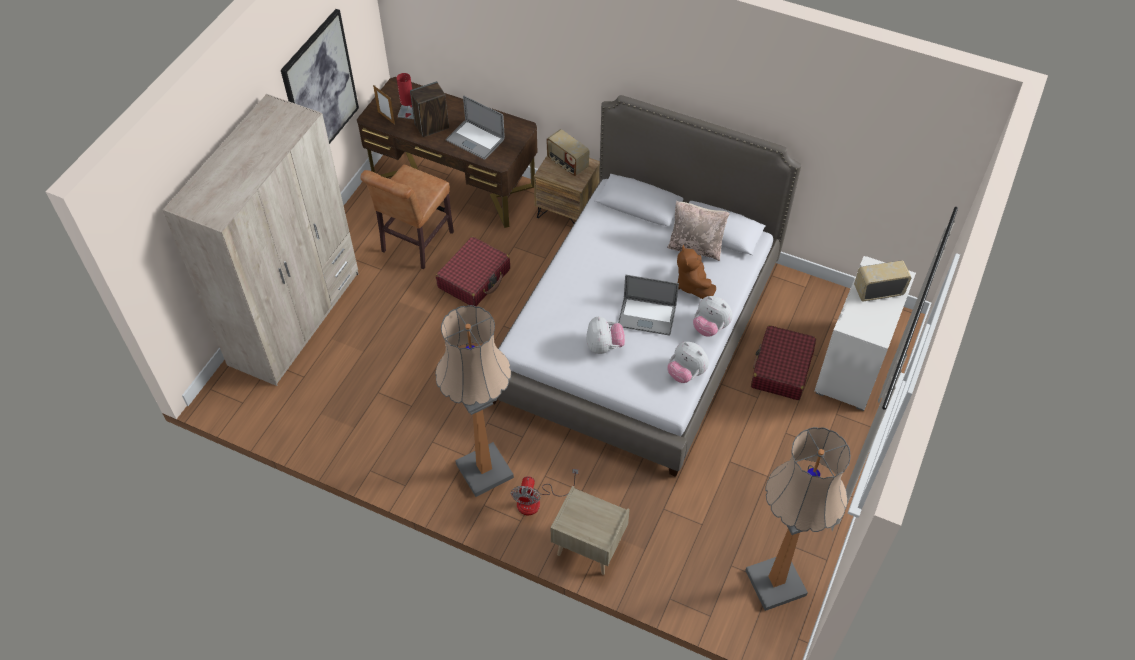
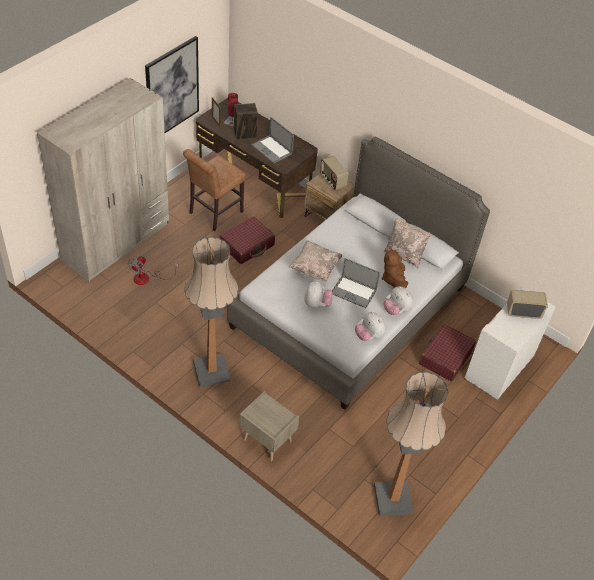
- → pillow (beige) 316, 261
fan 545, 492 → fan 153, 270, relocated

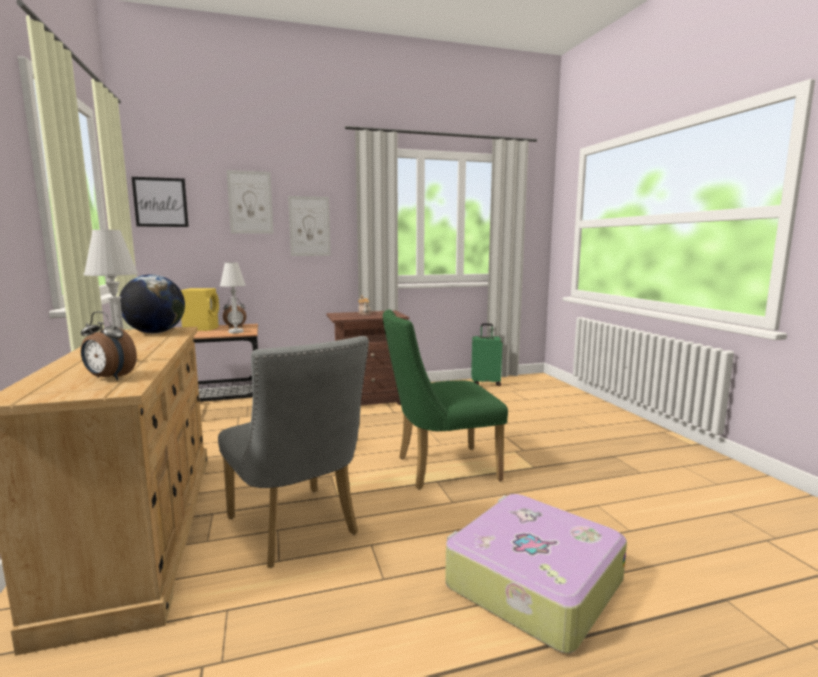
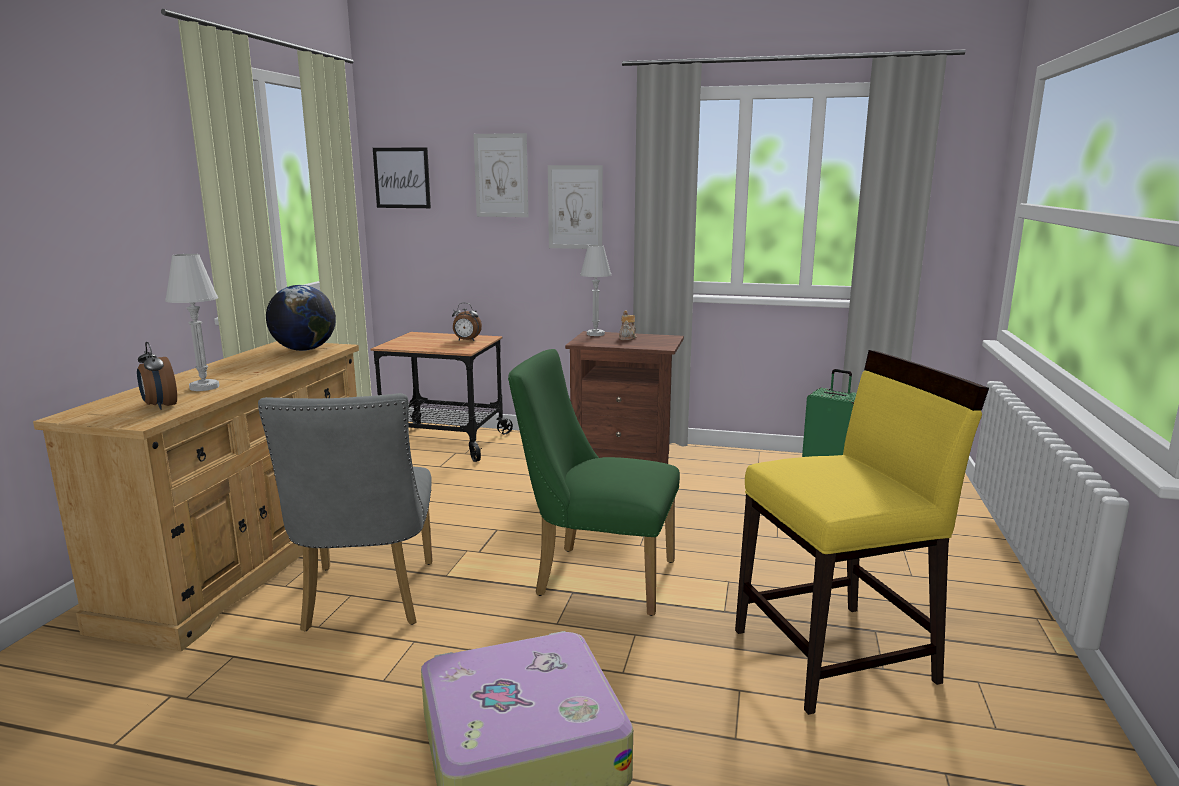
speaker (yellow) 200, 309 → -
- → chair (yellow) 862, 532
table lamp (white) 233, 297 → table lamp (white) 595, 290, relocated

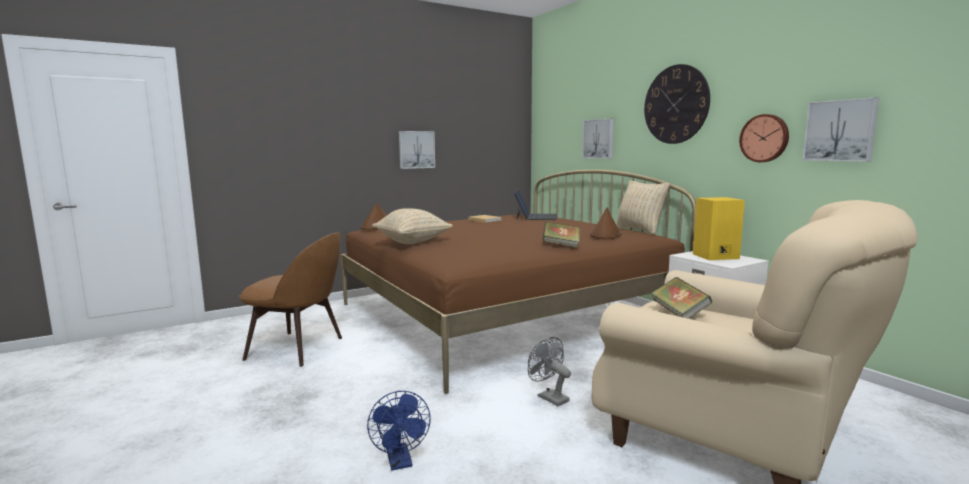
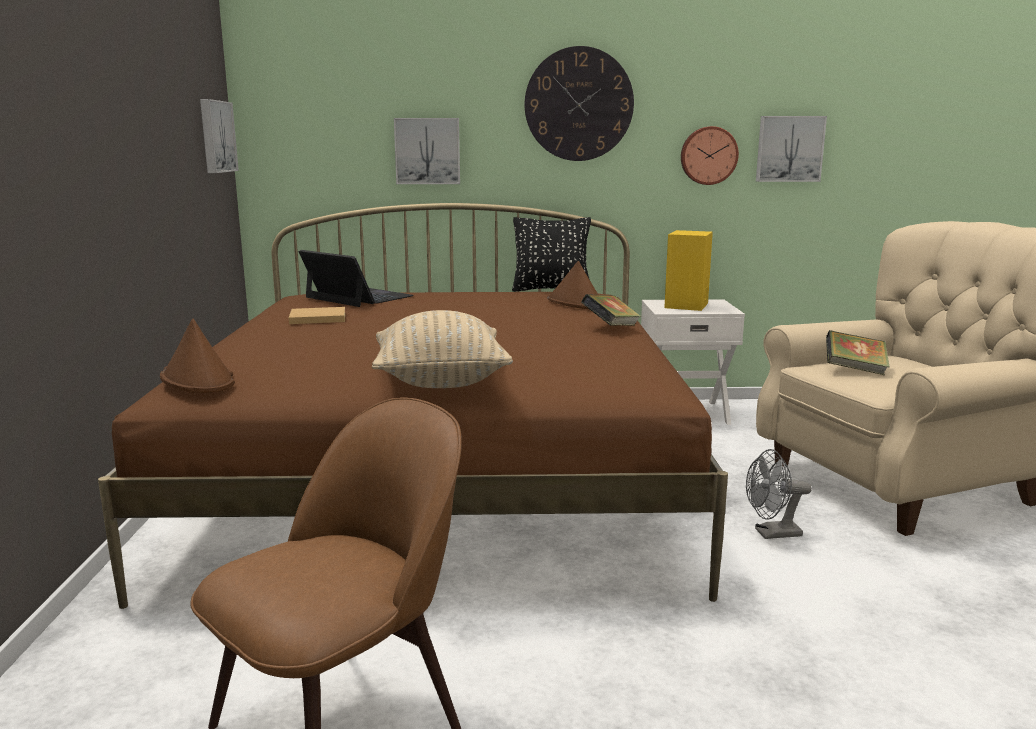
fan (blue) 399, 431 → -
picture 417, 150 → picture 219, 136, relocated
pillow (beige) 643, 207 → pillow (black) 551, 254

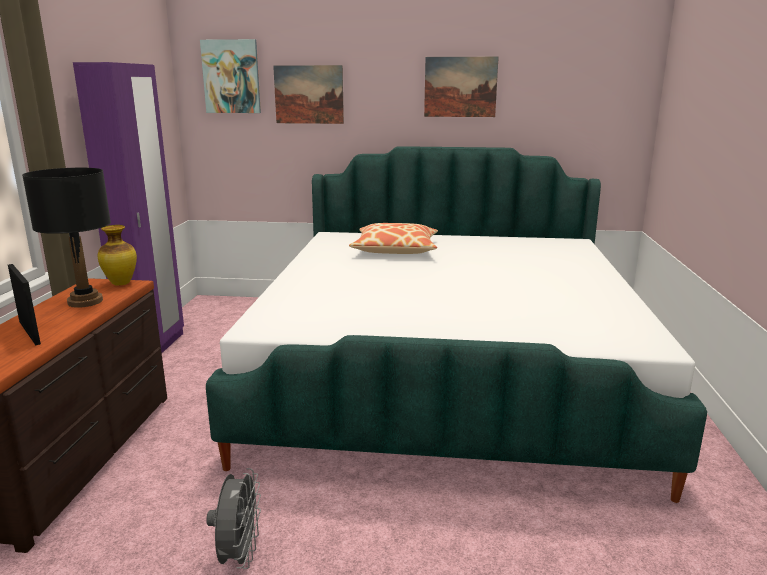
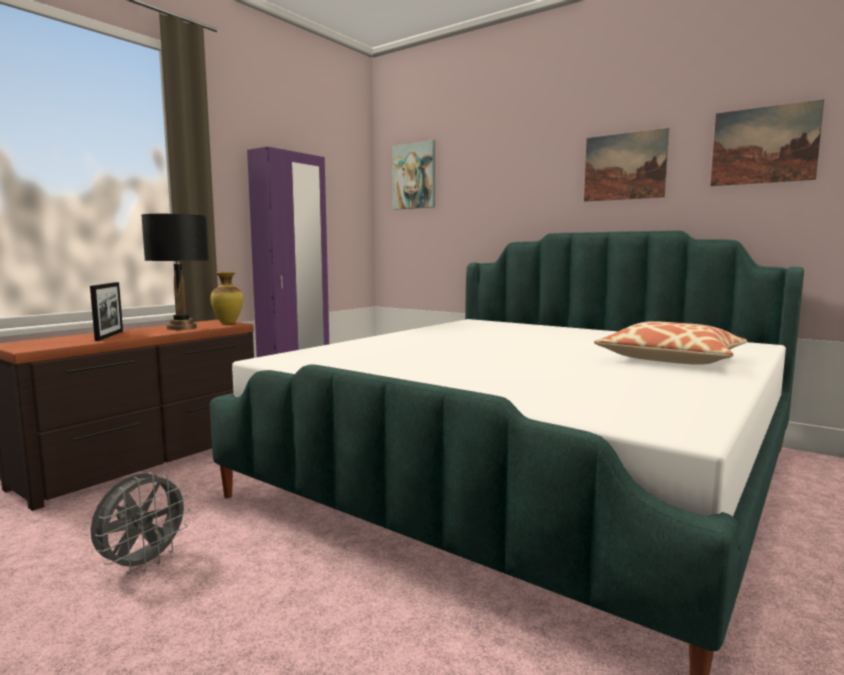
picture 308, 94 → picture 767, 142, relocated
pillow 393, 238 → pillow 670, 343, relocated

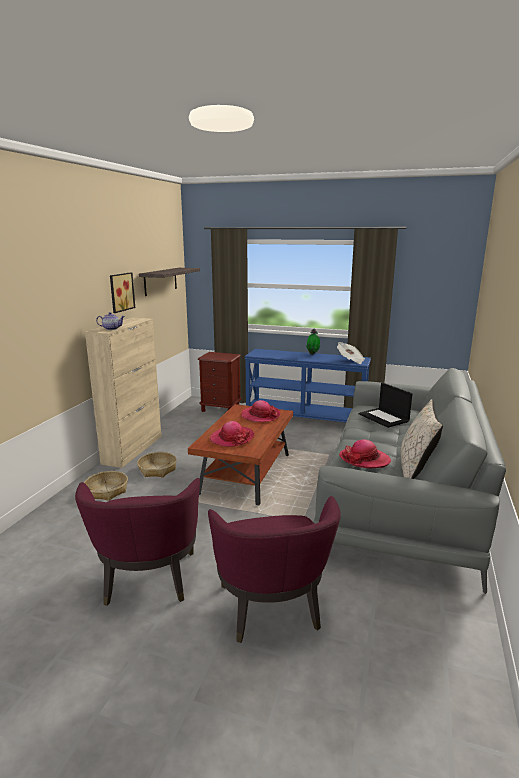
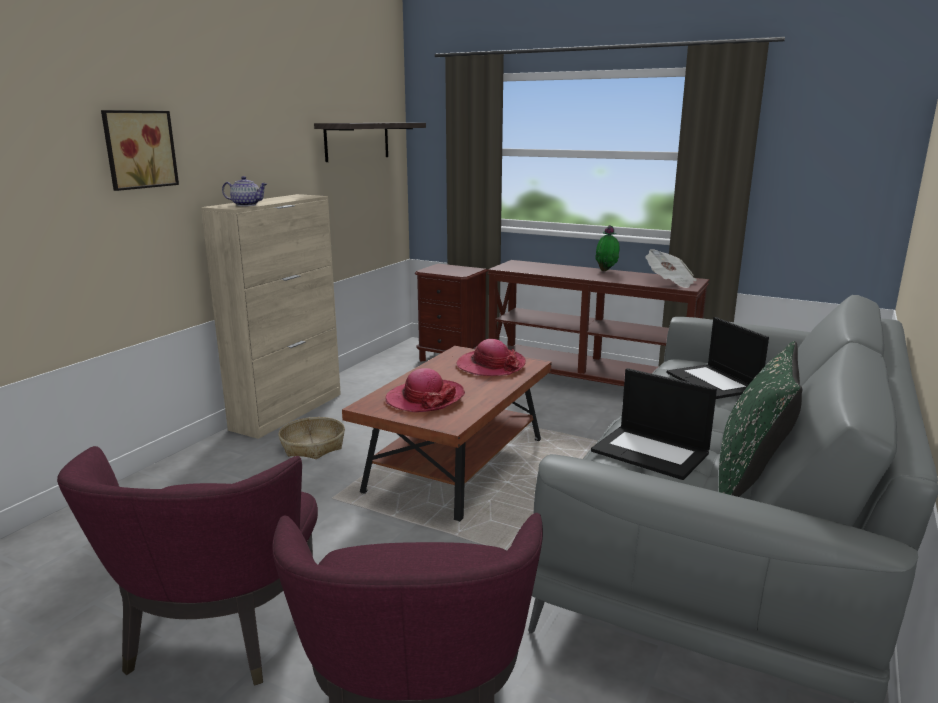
basket 106, 486 → -
picture 122, 292 → picture 140, 150, relocated
hat 365, 454 → laptop 654, 424
console table (blue) 307, 386 → console table (brown) 598, 323
pillow (beige) 422, 439 → pillow (green) 760, 419

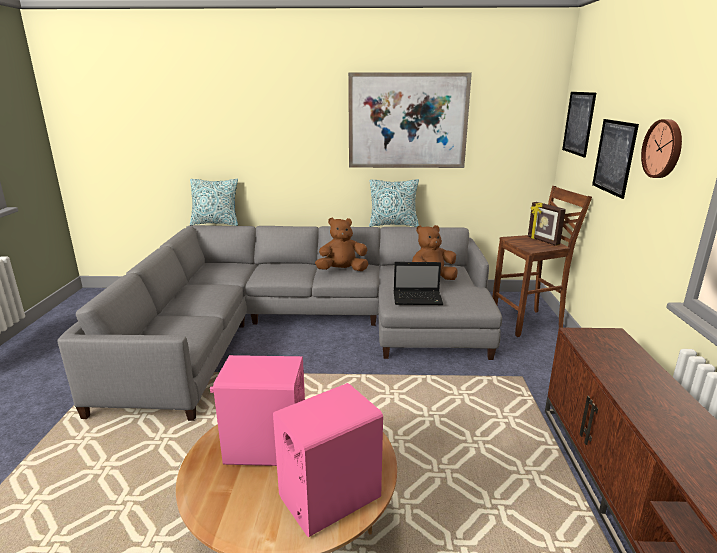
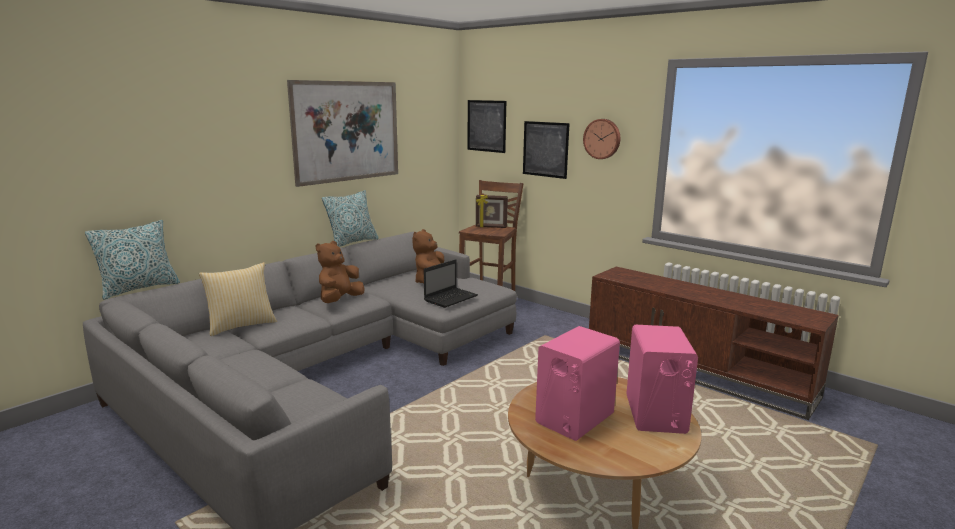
- → pillow 238, 299

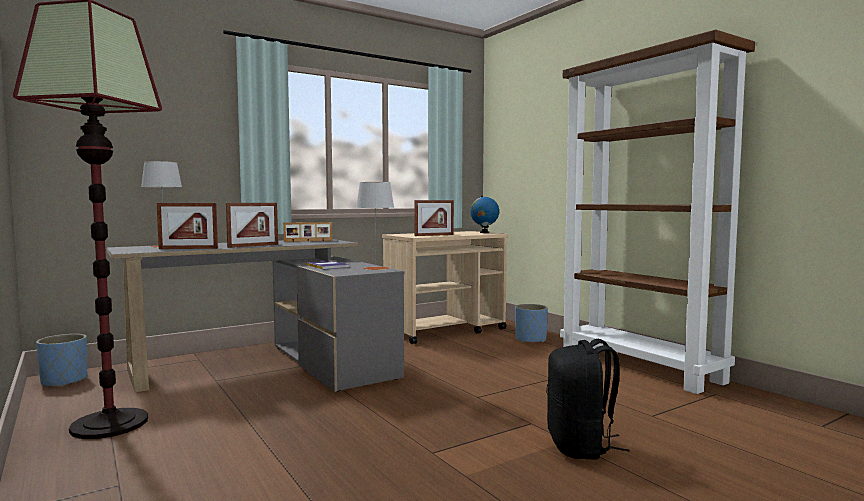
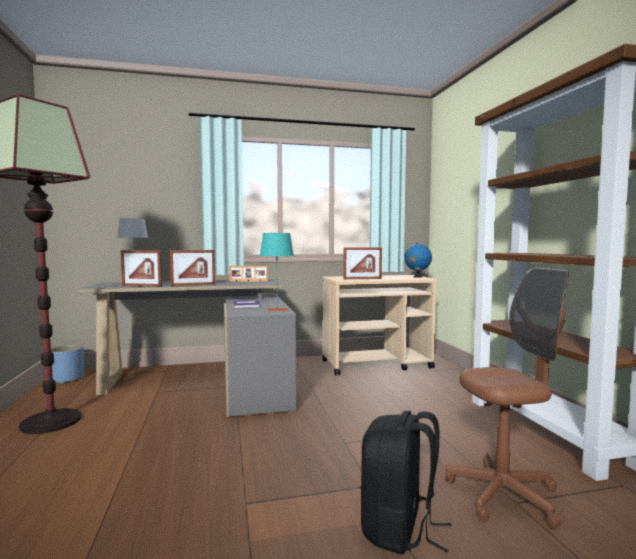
planter (blue) 531, 323 → -
- → office chair (brown) 507, 399
table lamp (grey) 375, 226 → table lamp (turquoise) 277, 272

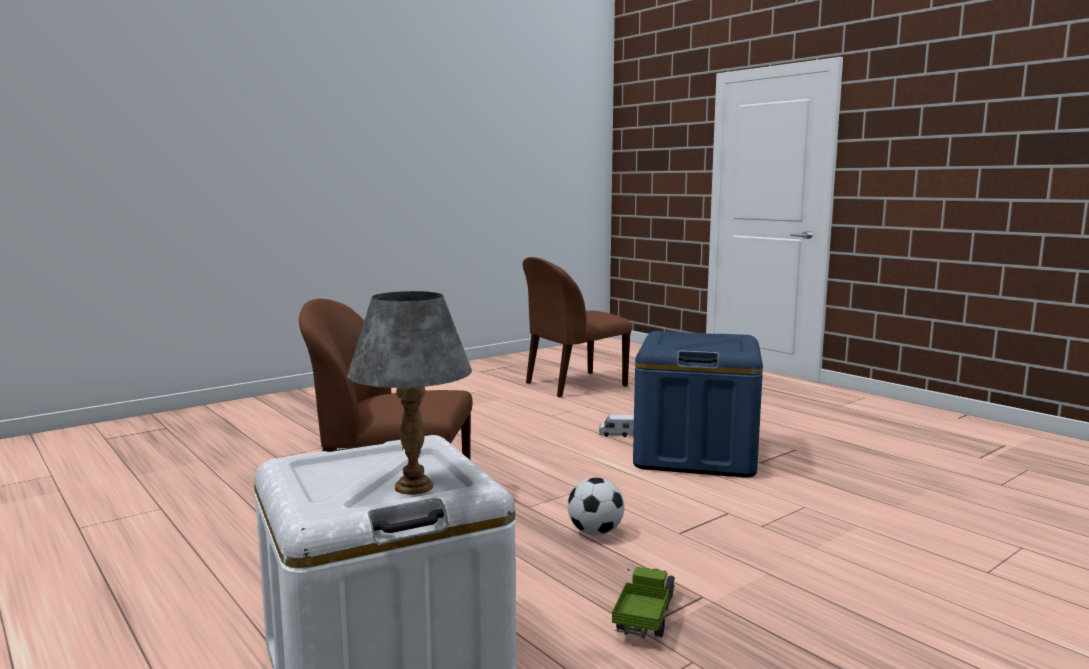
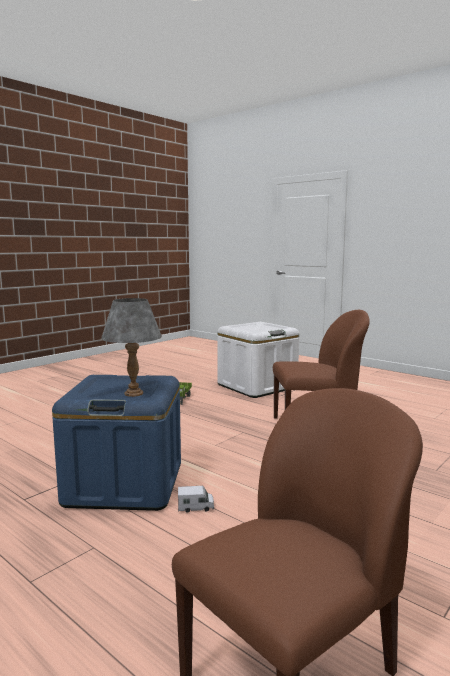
football 596, 507 → -
table lamp (grey) 409, 393 → table lamp (grey) 131, 347, relocated

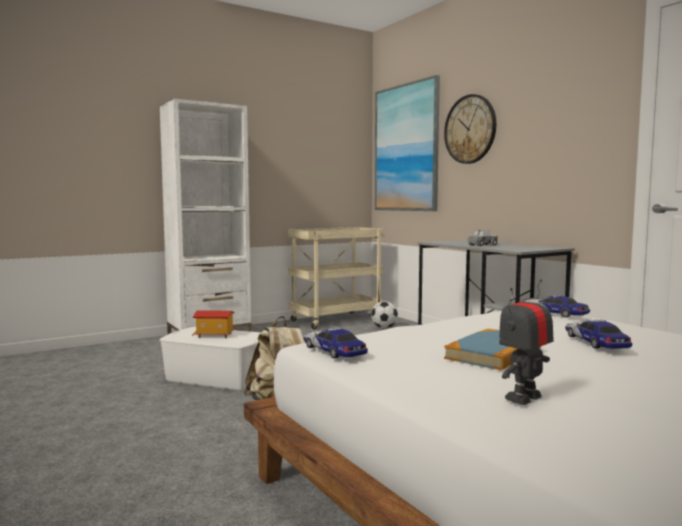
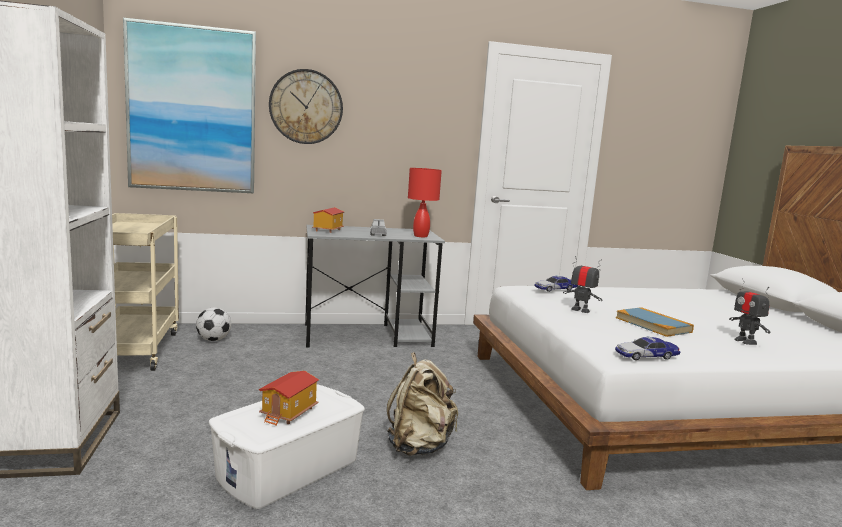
toy car 598, 334 → -
- → toy house 328, 220
- → table lamp (red) 425, 202
- → toy robot 582, 284

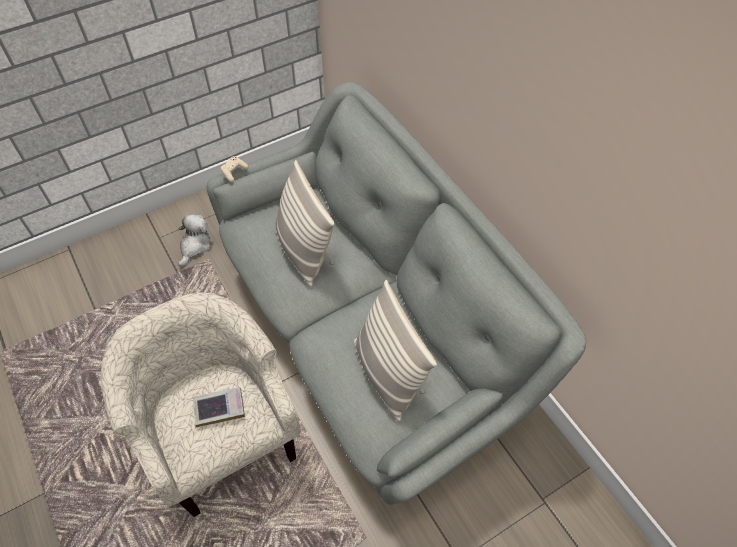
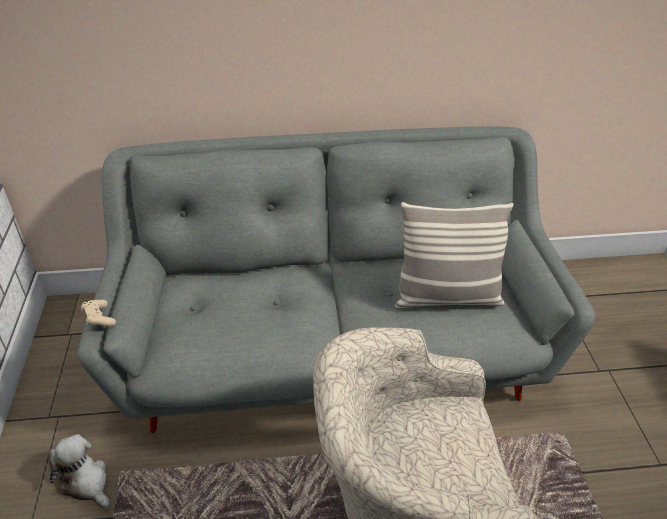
book 219, 407 → -
pillow 305, 223 → -

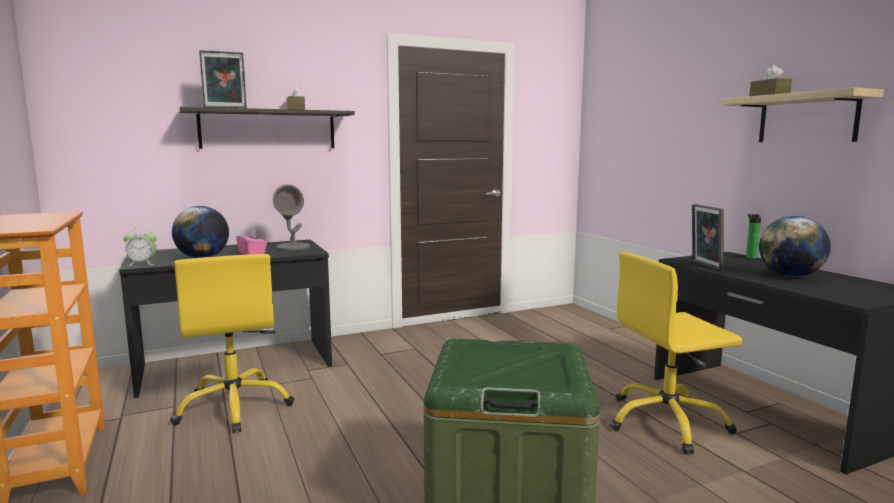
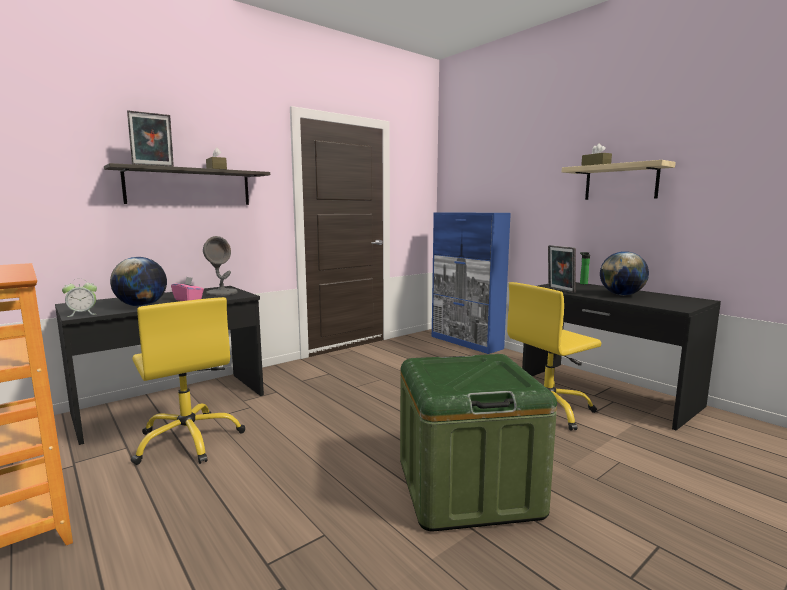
- → cabinet (blue) 471, 283

